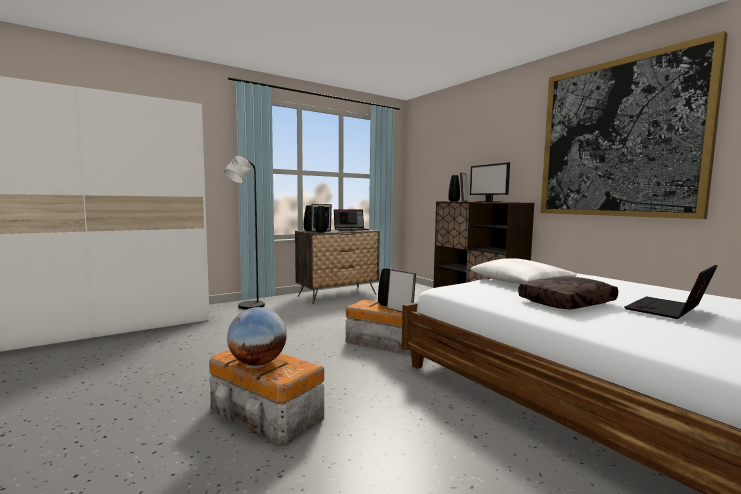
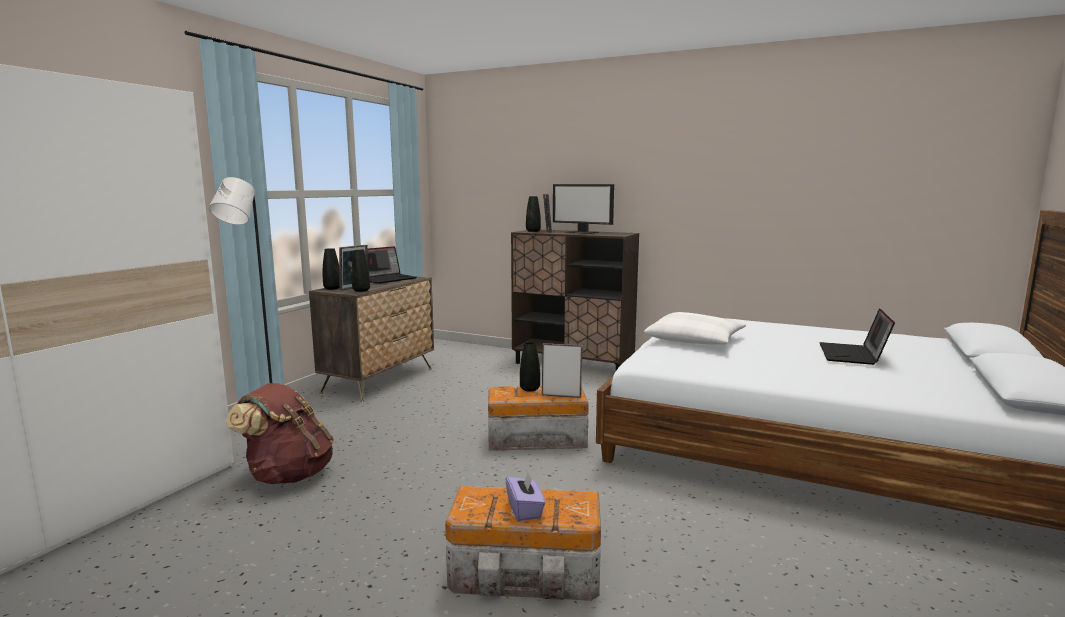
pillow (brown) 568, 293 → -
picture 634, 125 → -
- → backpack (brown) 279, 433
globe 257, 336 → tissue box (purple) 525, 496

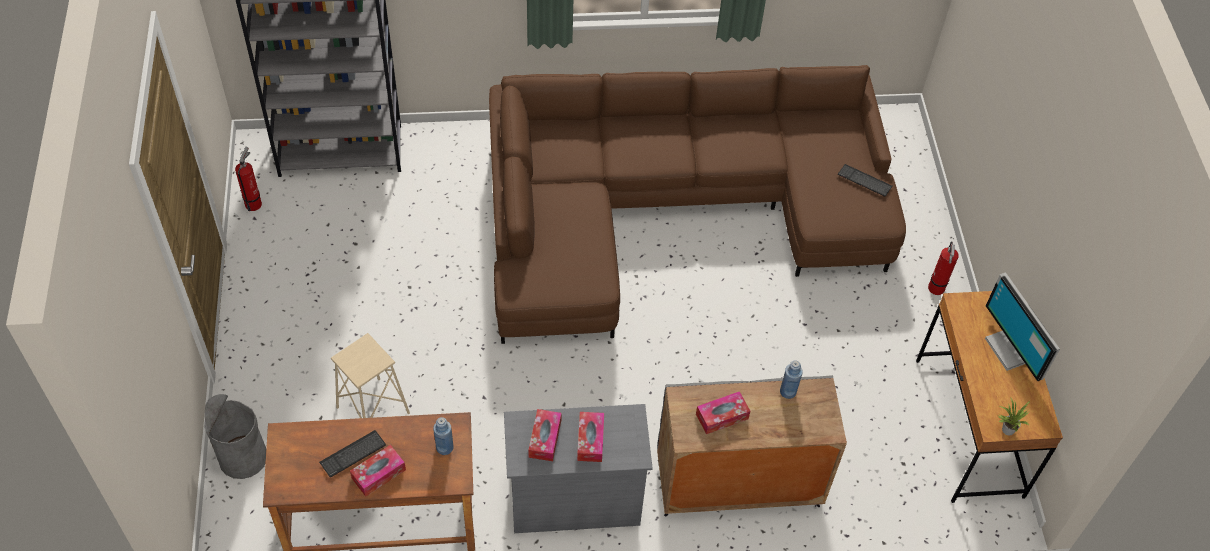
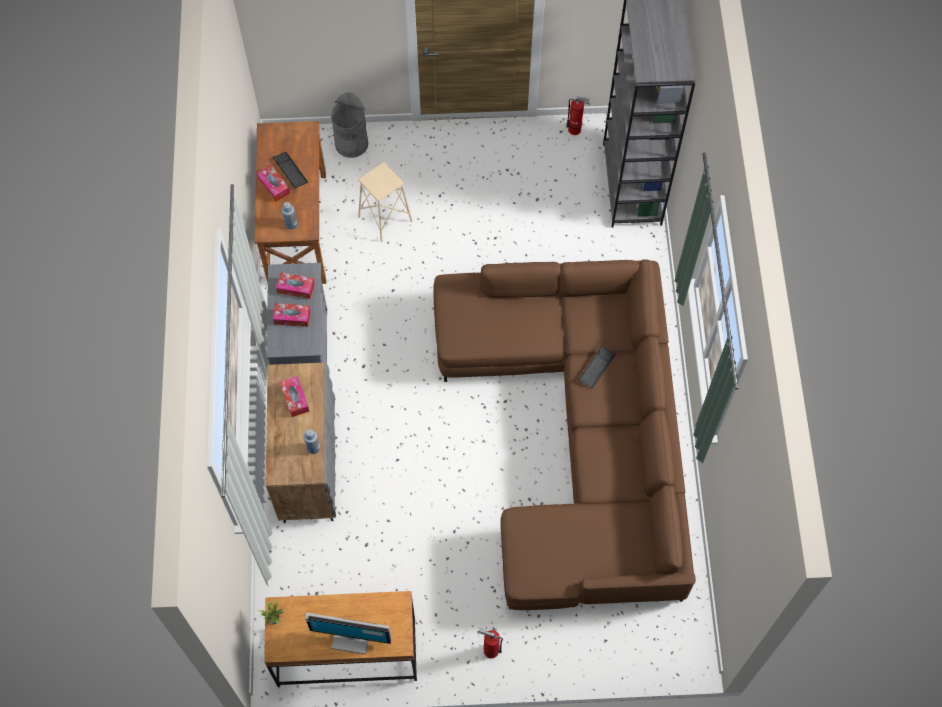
keyboard 865, 180 → keyboard 597, 367, relocated
monitor 1022, 326 → monitor 348, 633, 150 degrees counterclockwise

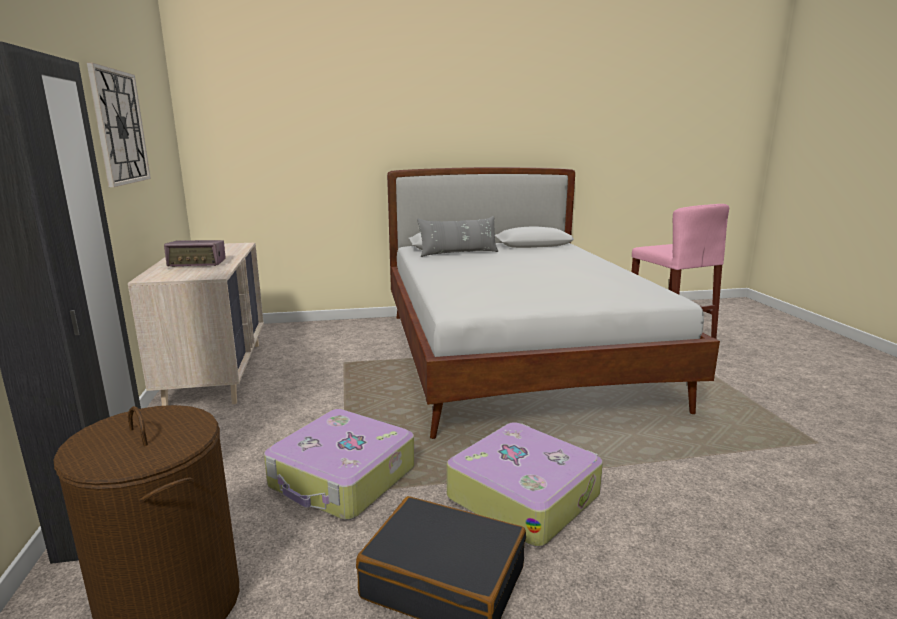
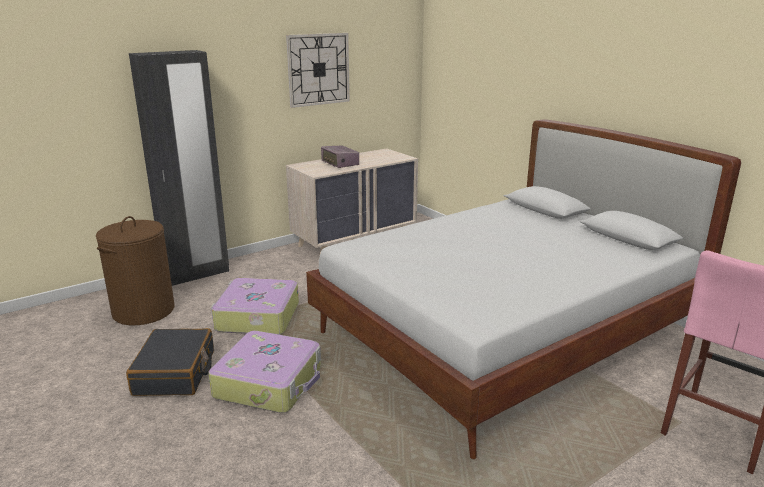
pillow (grey) 457, 236 → -

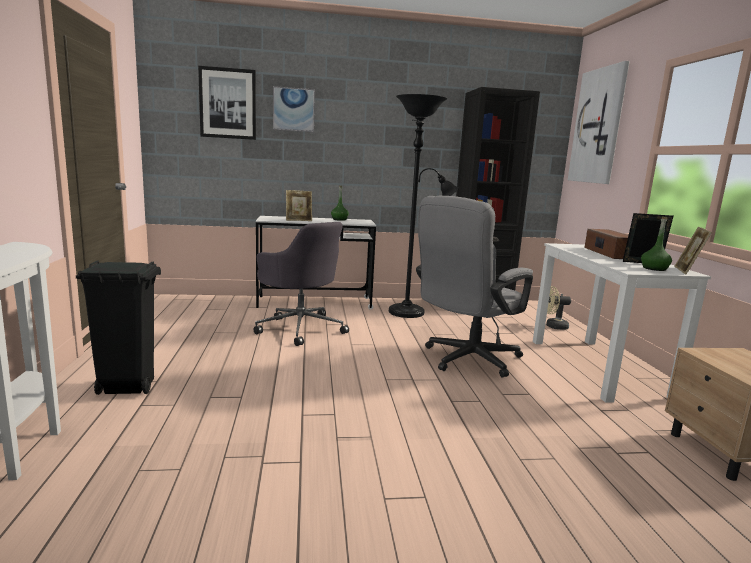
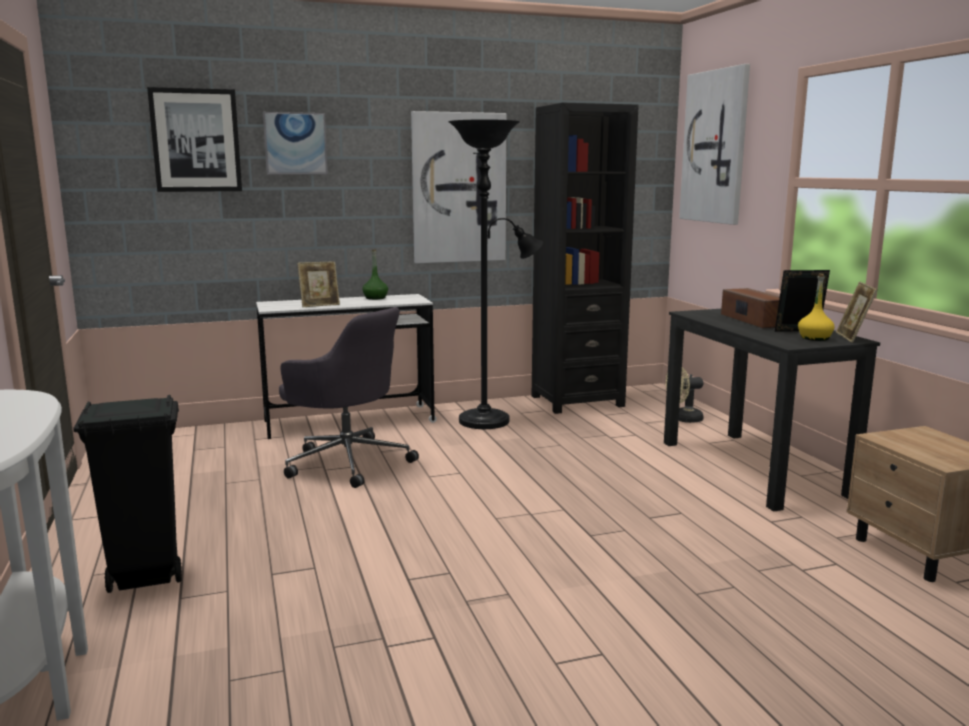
office chair (grey) 474, 286 → -
- → picture 458, 187
desk (white) 622, 323 → desk (black) 772, 410
bottle (green) 656, 244 → bottle (yellow) 816, 307

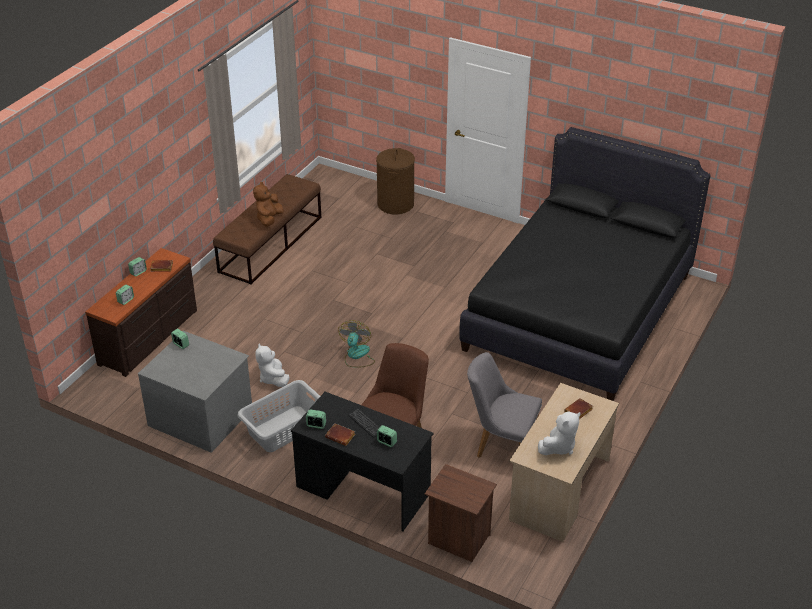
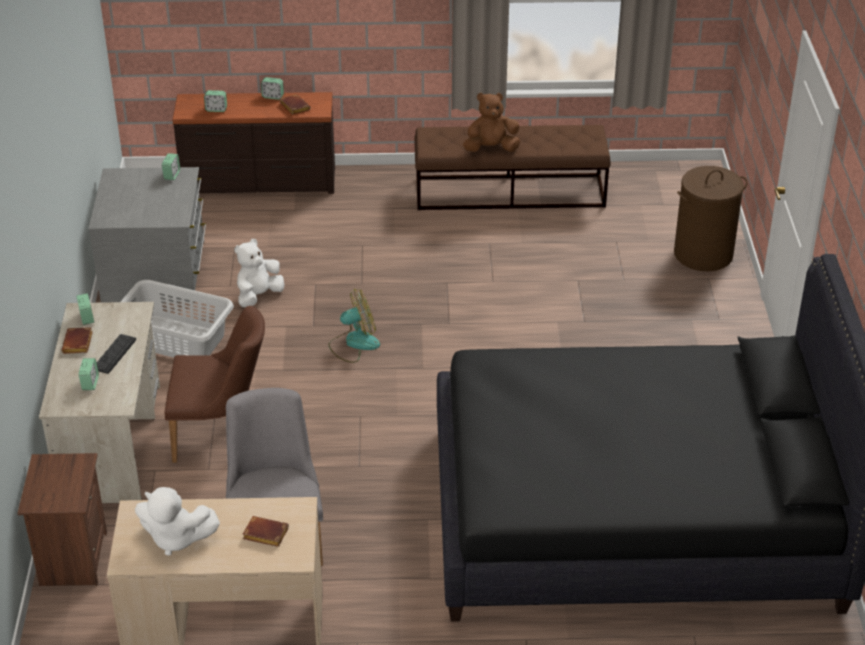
desk (black) 362, 461 → desk (beige) 99, 402

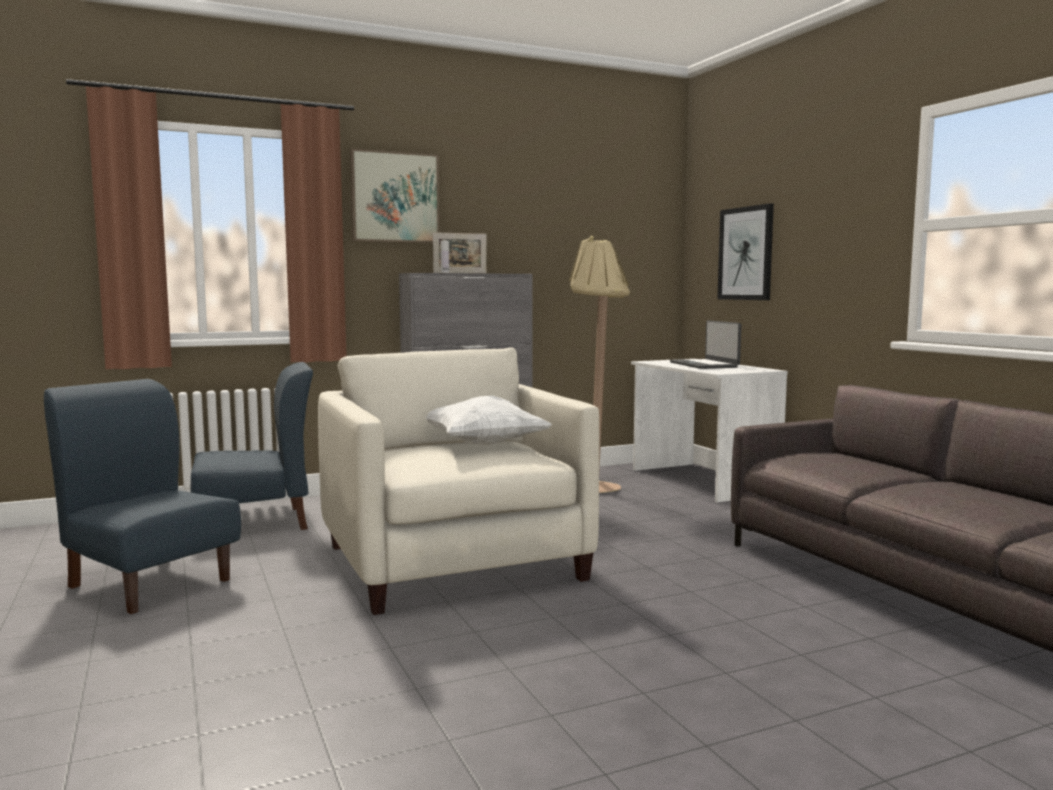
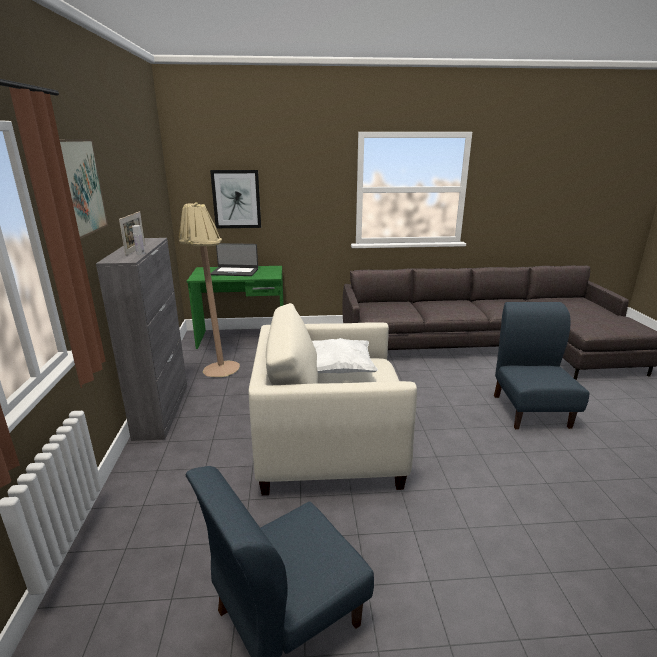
chair (blue) 252, 446 → chair (blue) 542, 365, relocated
desk (white) 709, 430 → desk (green) 235, 307

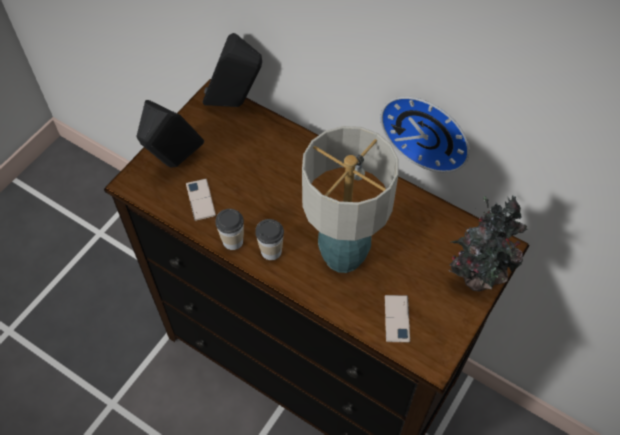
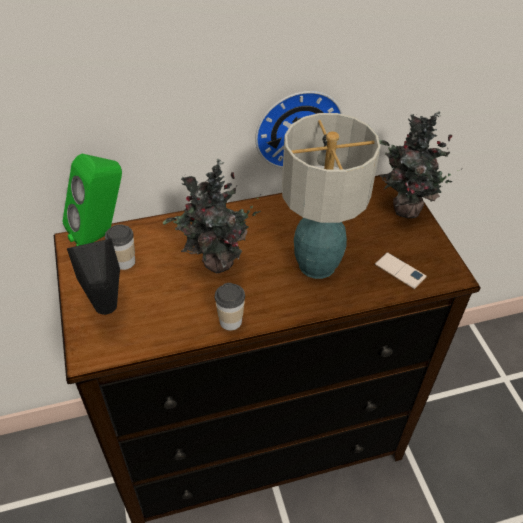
phone 201, 200 → -
- → potted plant 211, 216
cup 269, 239 → cup 120, 247, relocated
speaker (black) 232, 70 → speaker (green) 92, 200

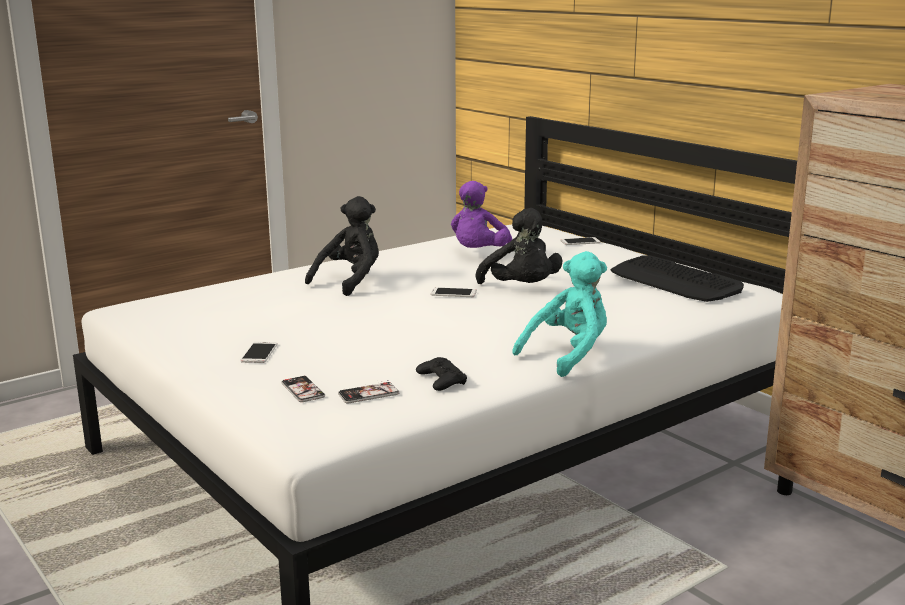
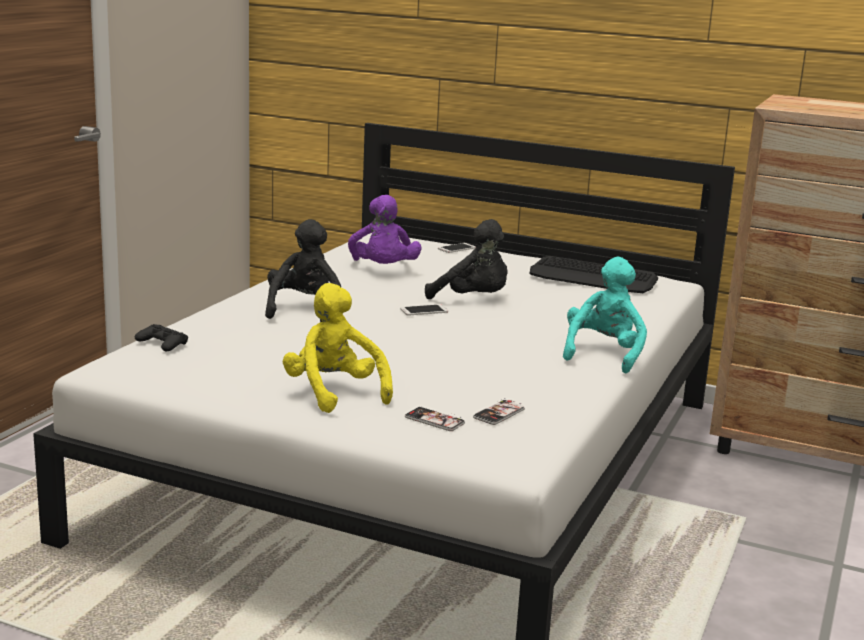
game controller (black) 441, 374 → game controller (black) 161, 337, relocated
phone 259, 352 → plush toy (yellow) 338, 348

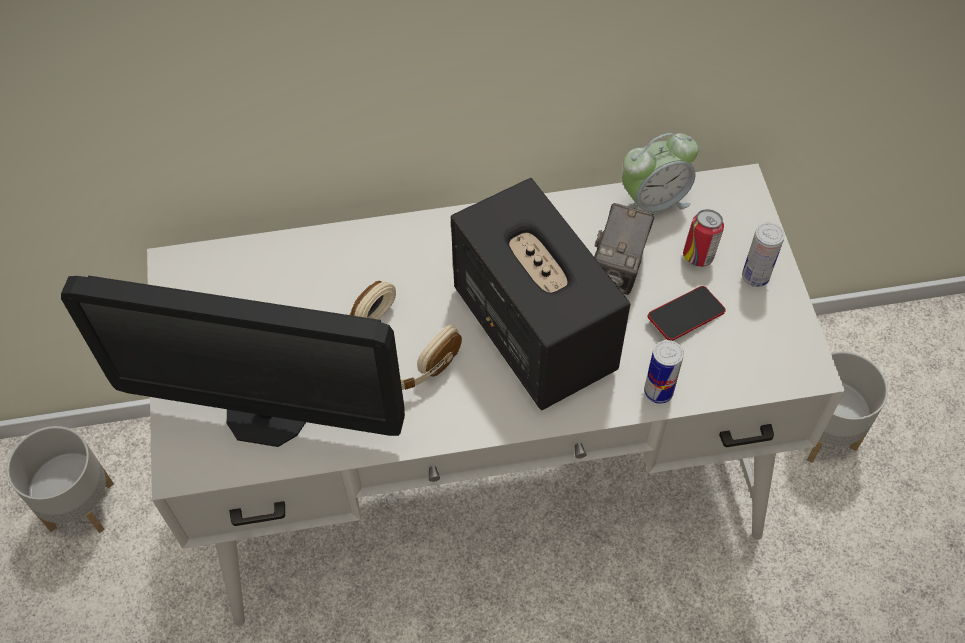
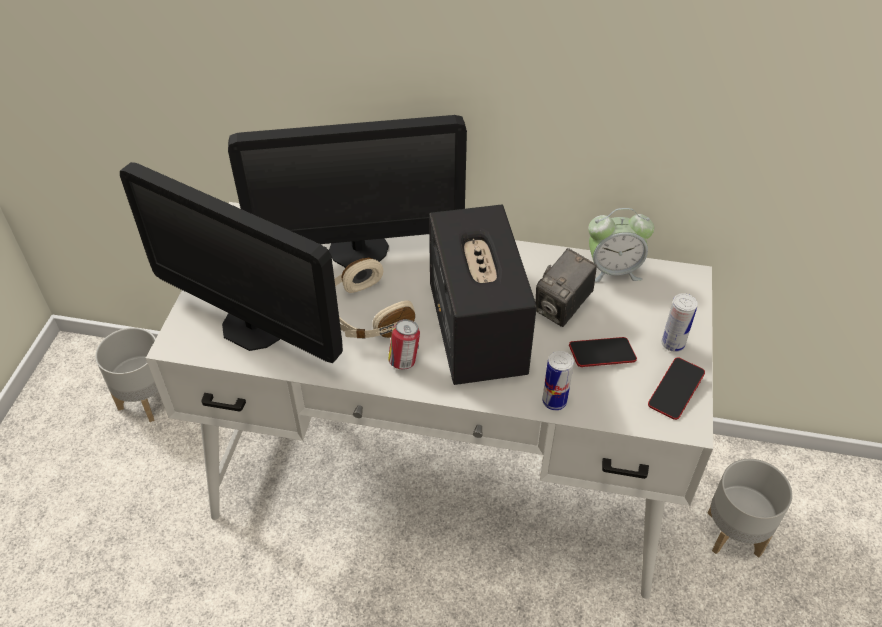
- → monitor 347, 191
- → phone 676, 388
can 703, 238 → can 404, 344, relocated

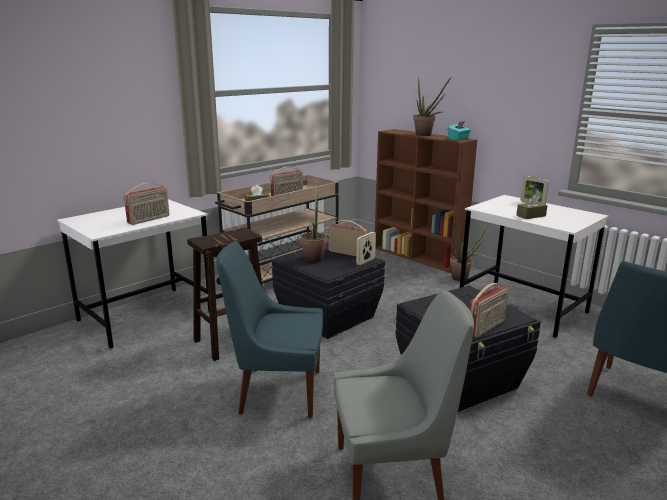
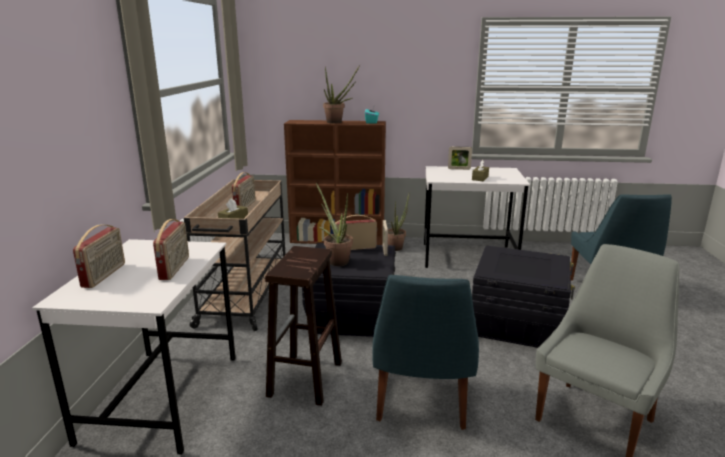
radio 489, 310 → radio 99, 256, relocated
chair (blue) 269, 329 → chair (blue) 425, 352, 45 degrees counterclockwise

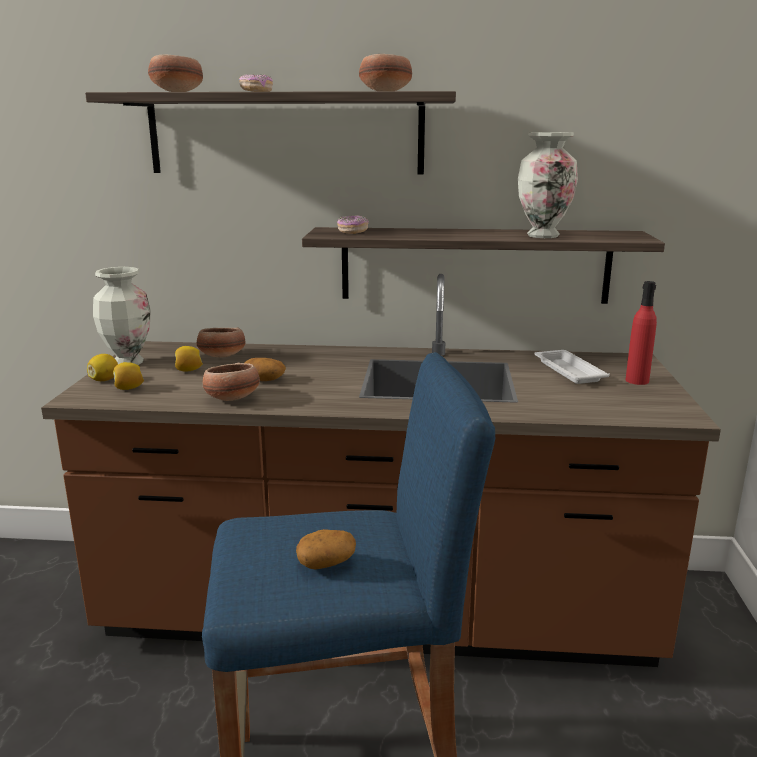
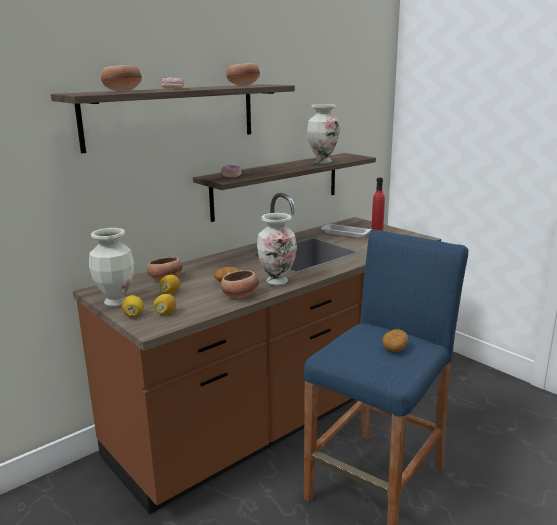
- → vase 277, 249

